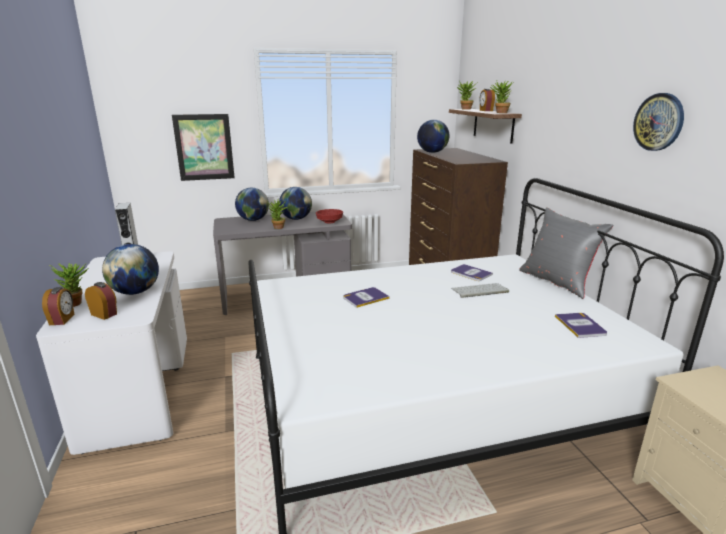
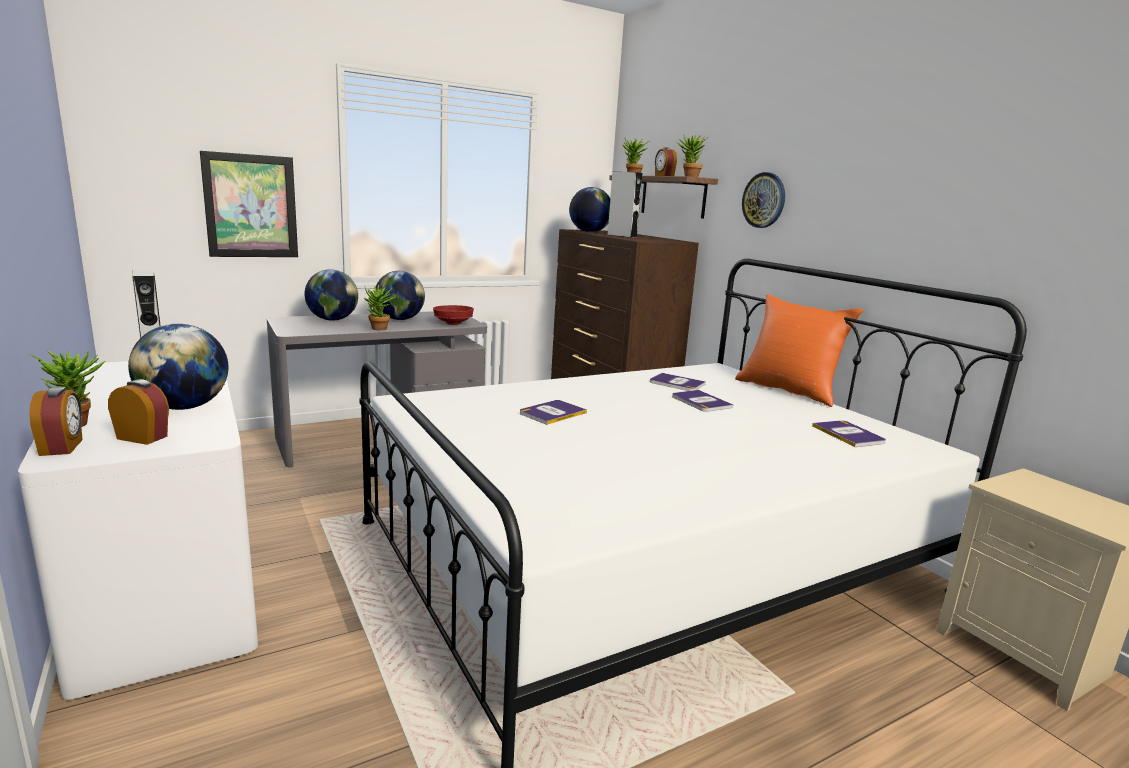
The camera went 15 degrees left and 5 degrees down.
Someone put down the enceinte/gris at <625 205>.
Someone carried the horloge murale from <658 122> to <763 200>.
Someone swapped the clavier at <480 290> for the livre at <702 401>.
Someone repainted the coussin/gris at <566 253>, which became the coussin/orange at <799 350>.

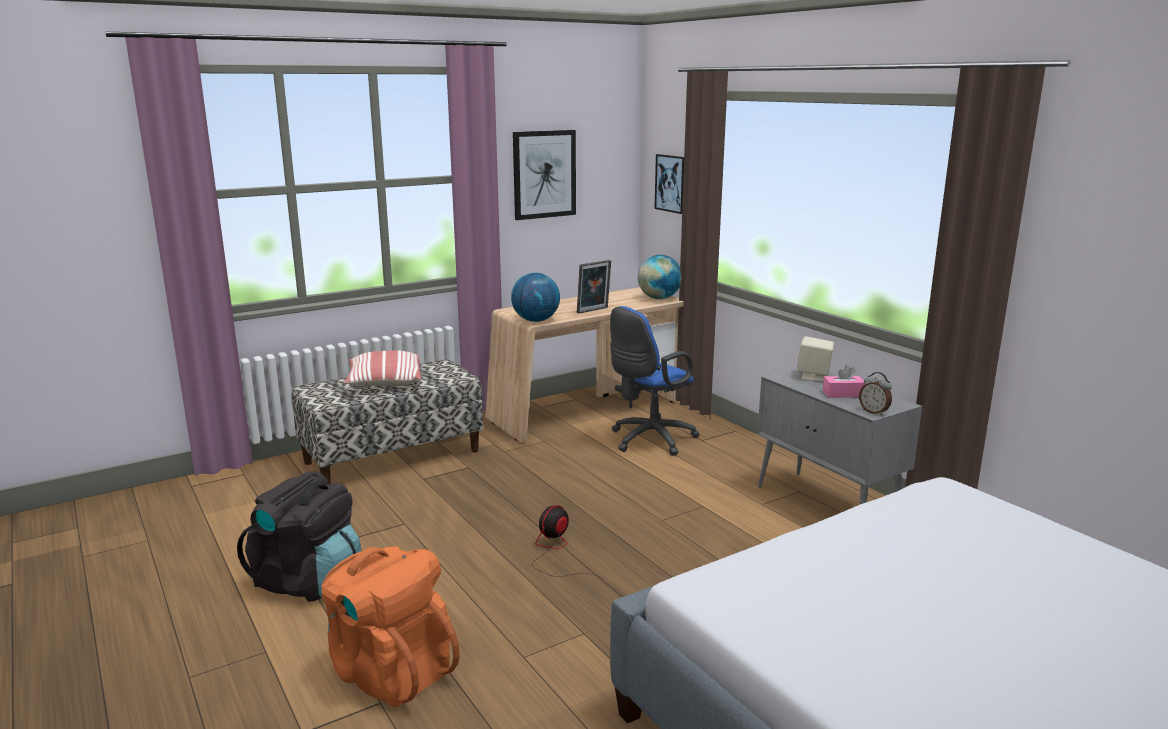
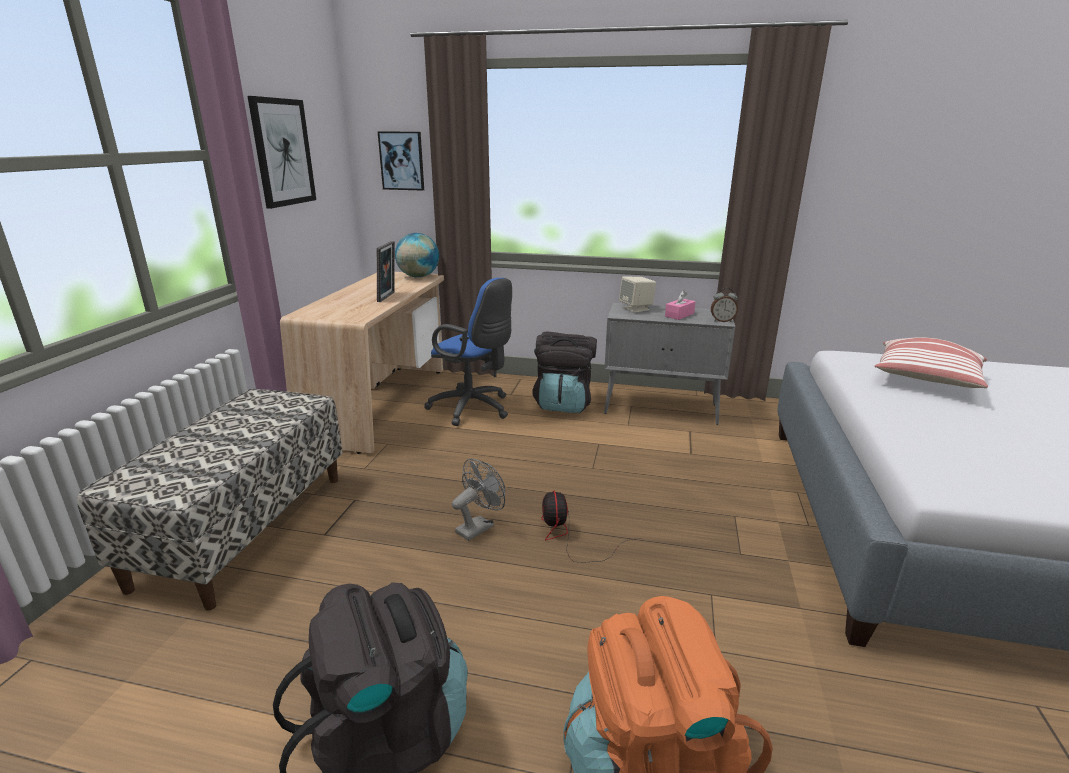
The camera went 45 degrees left and 5 degrees up.
Someone took away the globe at <535 297>.
Someone put down the ventilateur/gris at <478 500>.
Someone put down the sac à dos/noir at <565 372>.
Someone carried the coussin from <382 368> to <931 362>.
Someone rotated the chaise de bureau/bleu at <655 381> by 60 degrees counterclockwise.

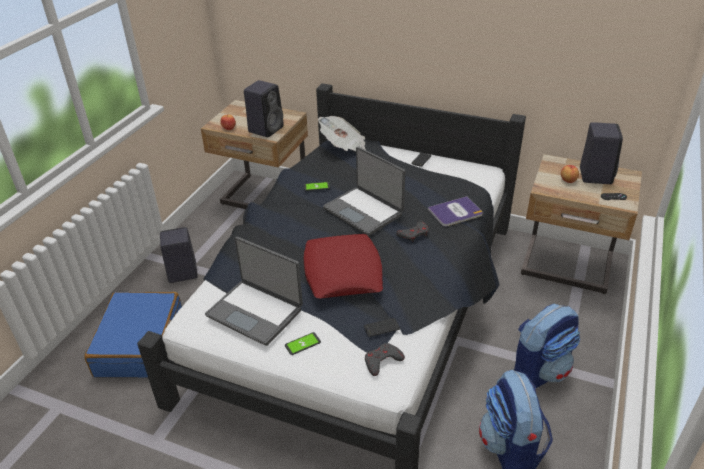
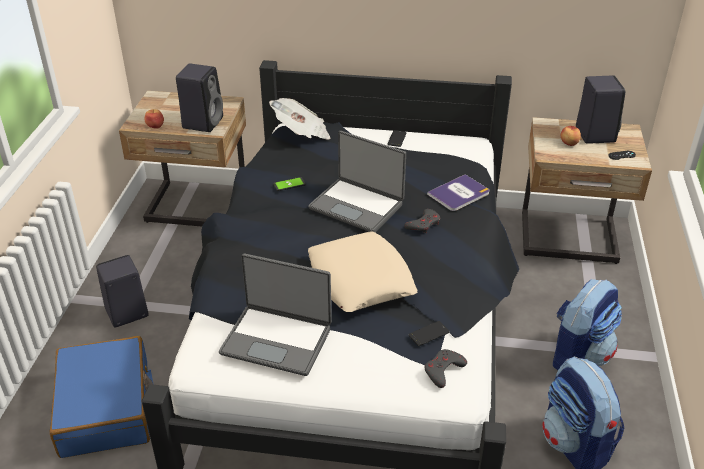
The camera went 15 degrees left and 0 degrees up.
Someone took away the téléphone at <303 343>.
Someone repainted the coussin/rouge at <343 266>, which became the coussin/beige at <362 271>.

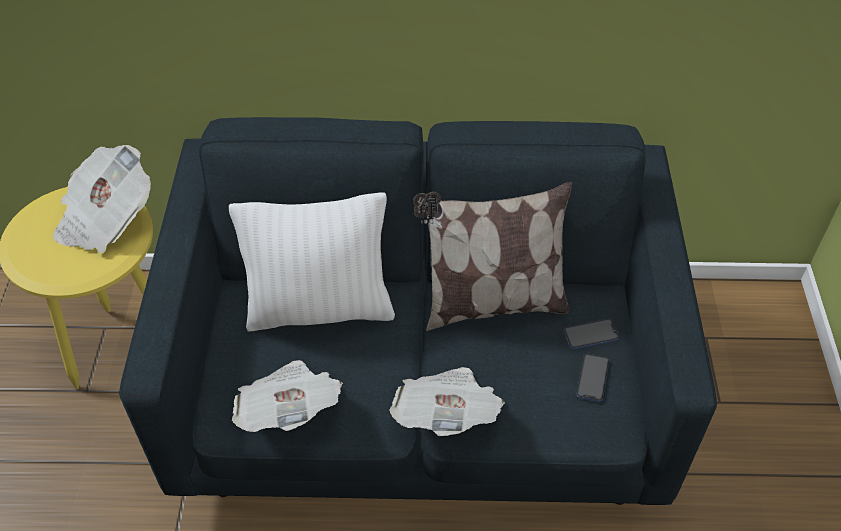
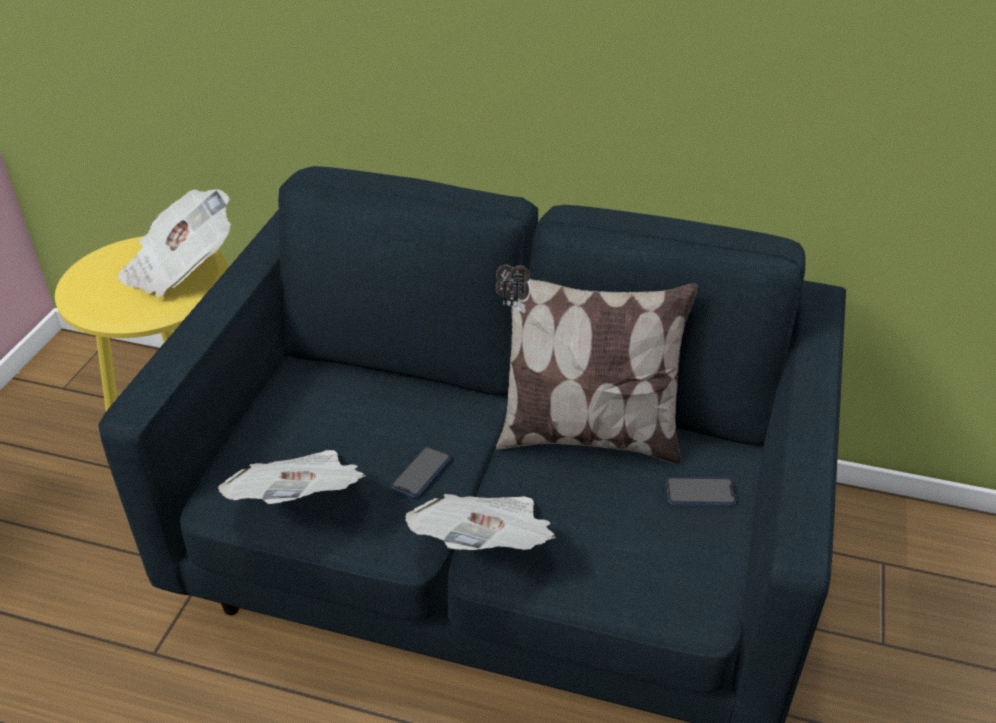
The camera went 15 degrees right and 10 degrees down.
Someone took away the coussin/blanc at <312 262>.
Someone carried the téléphone from <593 378> to <421 471>.

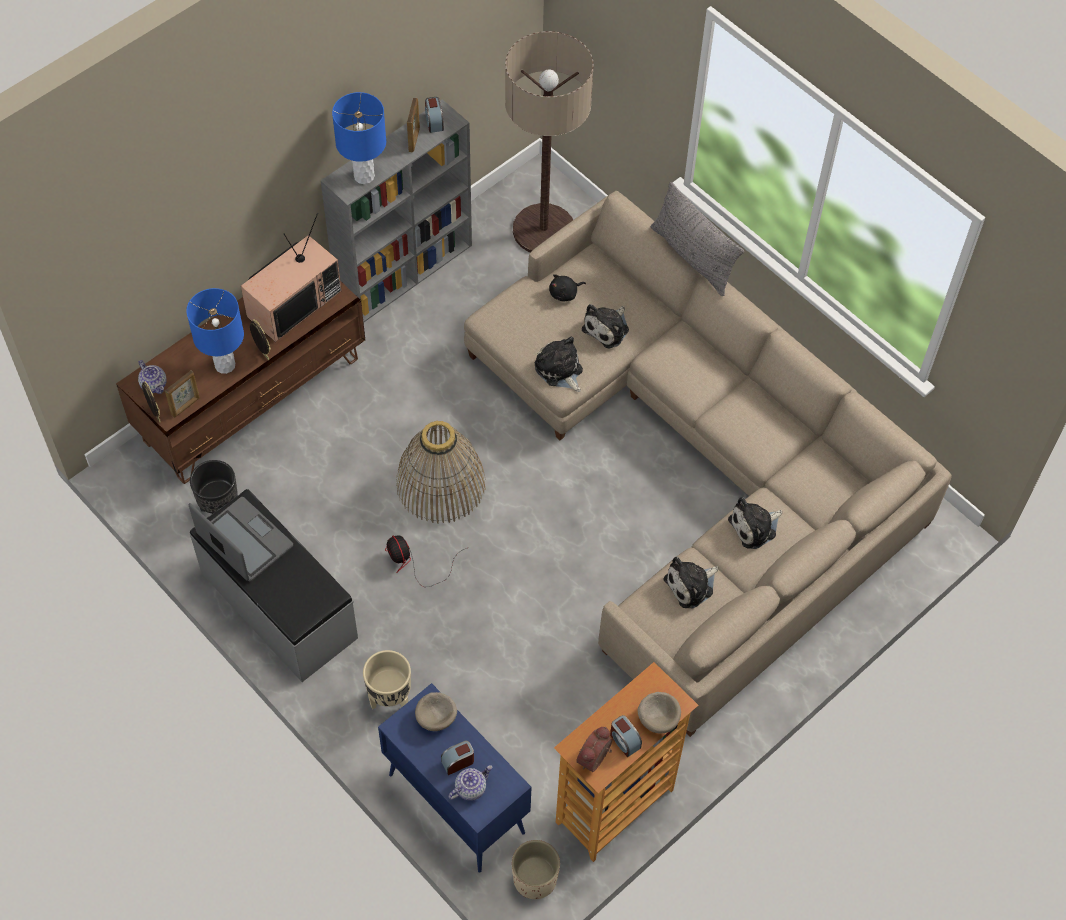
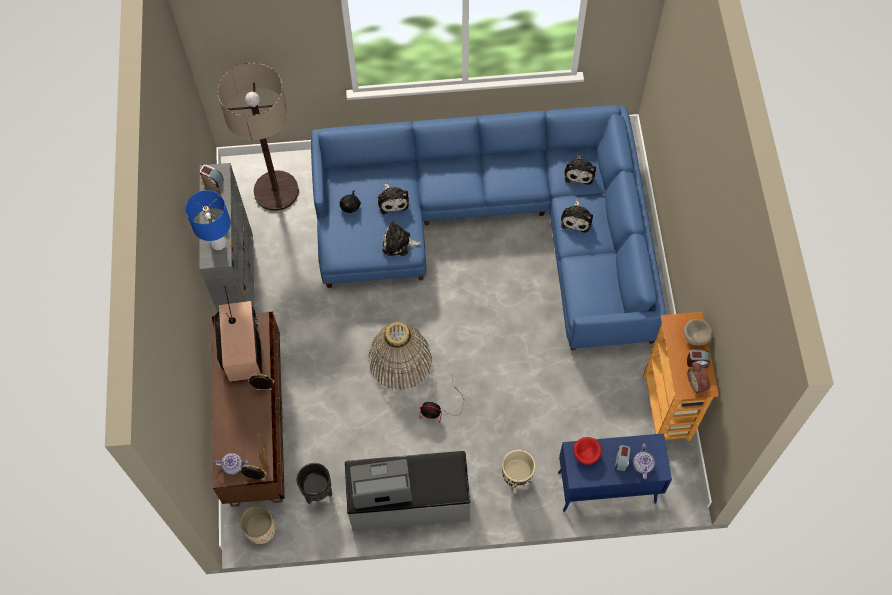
The camera went 50 degrees left and 5 degrees up.
Someone took away the lampe de table/bleu at <215 331>.
Someone took away the coussin/gris at <697 239>.
Someone carried the cache-pot/beige from <536 869> to <257 525>.
Someone carried the peluche from <691 582> to <580 169>.
Someone repainted the bol/beige at <436 711>, which became the bol/rouge at <587 451>.
Someone repainted the canapé/beige at <708 464>, which became the canapé/bleu at <488 227>.

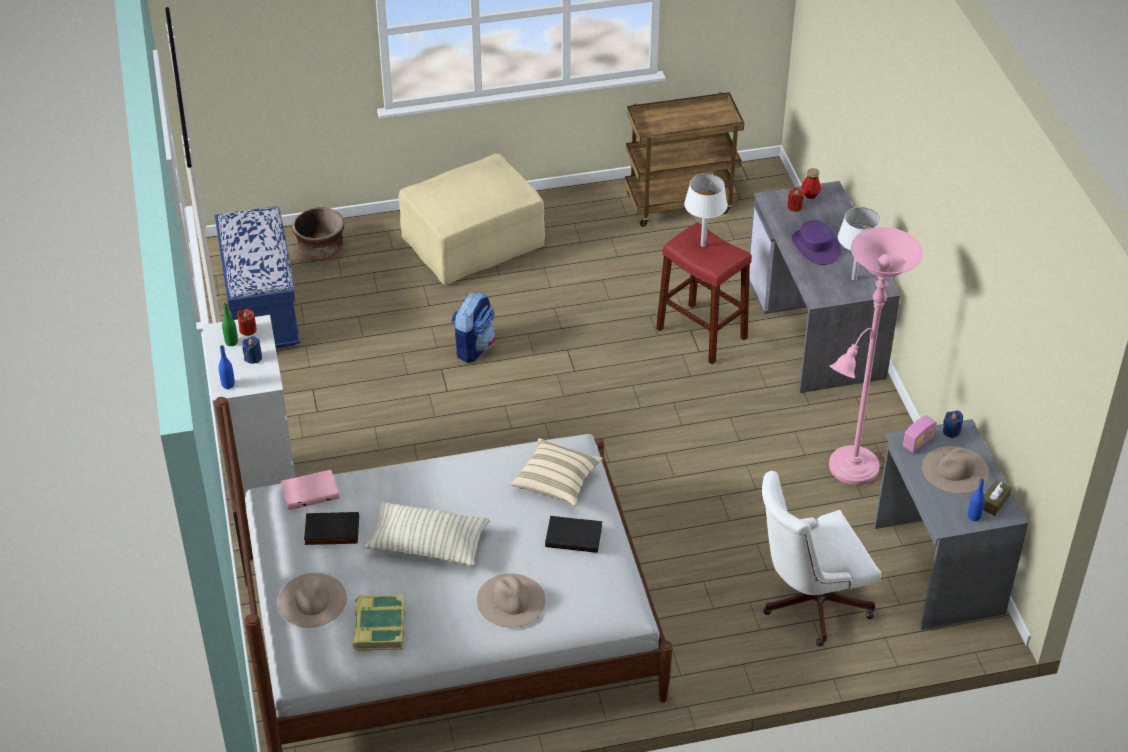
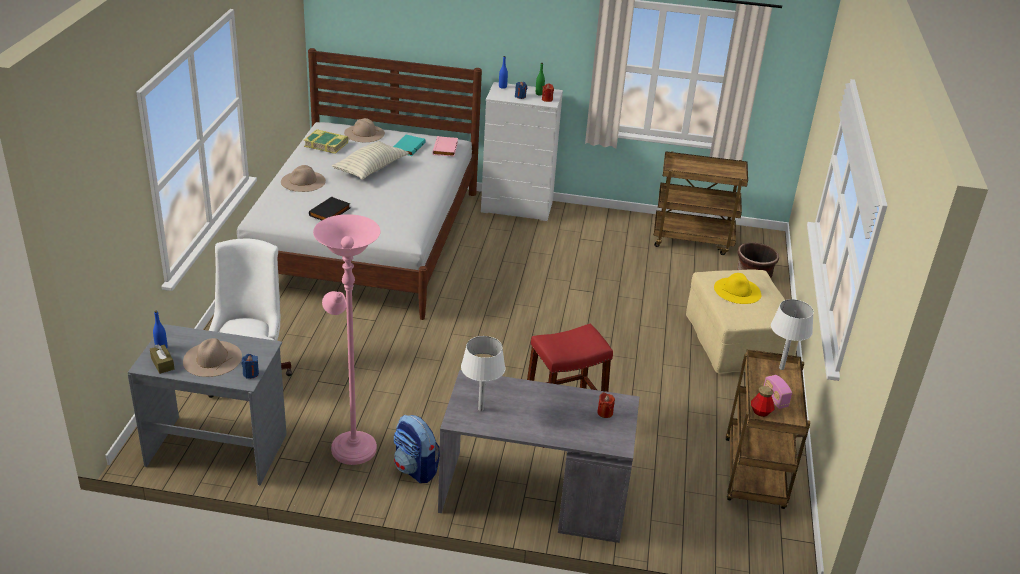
The camera went 110 degrees right and 10 degrees down.
Someone took away the coussin/beige at <557 472>.
Someone took away the chapeau/violet at <816 242>.
Someone put down the chapeau/jaune at <738 288>.
Someone carried the sac à dos from <473 327> to <417 449>.
Someone carried the lampe de table/blanc from <706 210> to <792 334>.
Someone carried the bouteille from <811 183> to <763 401>.
Someone carried the radio from <920 434> to <778 392>.
Someone swapped the banc/bleu at <258 277> for the chariot/marron at <700 203>.
Someone repainted the livre/noir at <331 528>, which became the livre/turquoise at <409 145>.

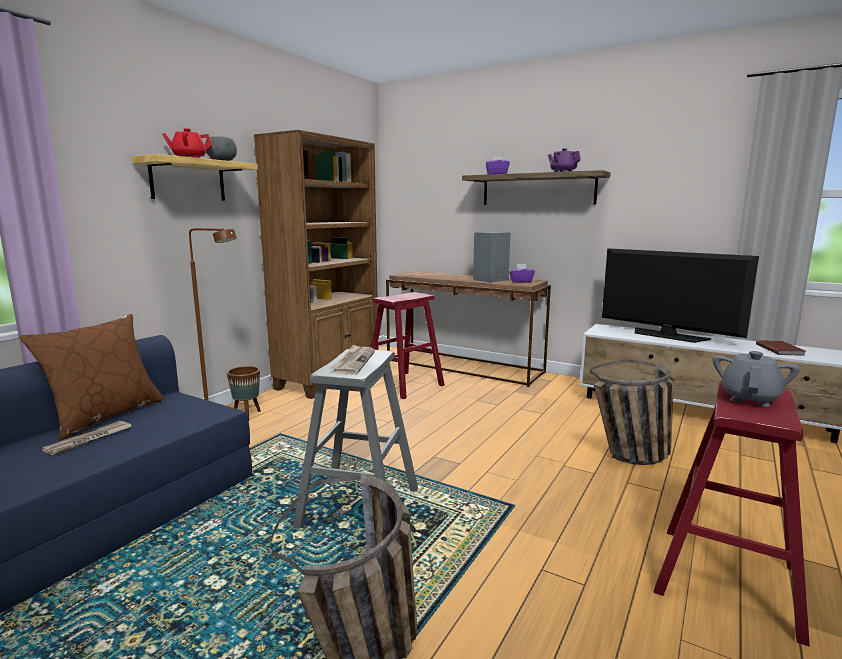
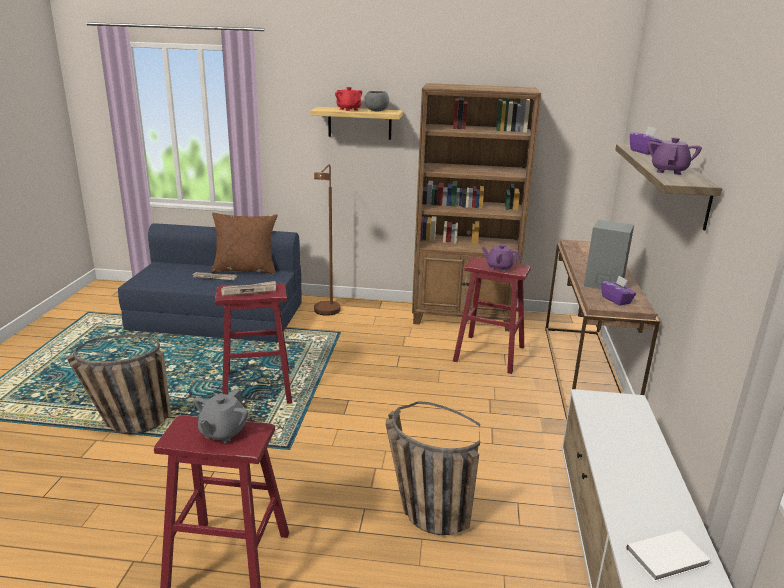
The camera went 65 degrees right and 10 degrees up.
Someone took away the cache-pot/marron at <244 393>.
Someone took away the téléviseur at <680 295>.
Someone put down the théière/violet at <501 257>.
Someone repainted the tabouret/gris at <355 439>, which became the tabouret/rouge at <253 343>.
Someone repainted the livre/marron at <781 348>, which became the livre/blanc at <668 556>.
Someone rotated the théière/gris at <756 379> by 105 degrees clockwise.

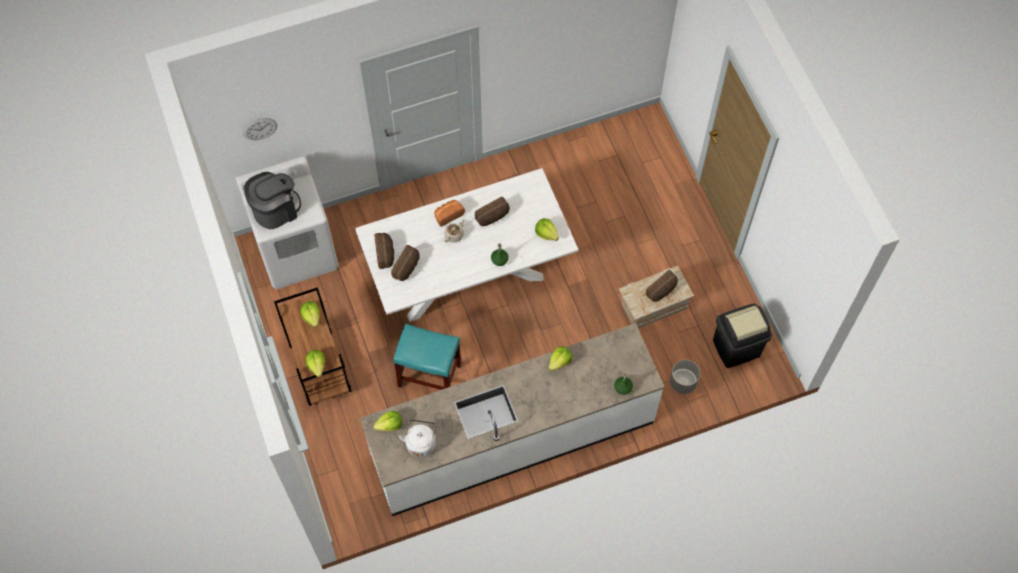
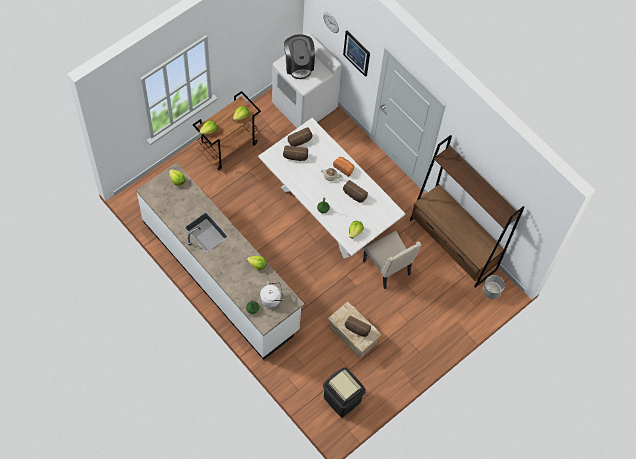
The camera went 65 degrees right and 0 degrees up.
Someone took away the tabouret/turquoise at <427 357>.
Someone put up the tableau at <356 54>.
Someone put down the chaise/beige at <392 260>.
Someone put down the bibliothèque/marron at <467 211>.
Someone carried the bouilloire/blanc from <417 438> to <272 294>.
Someone carried the cache-pot/gris from <685 377> to <493 287>.
Someone rotated the machine à café at <272 200> by 45 degrees clockwise.

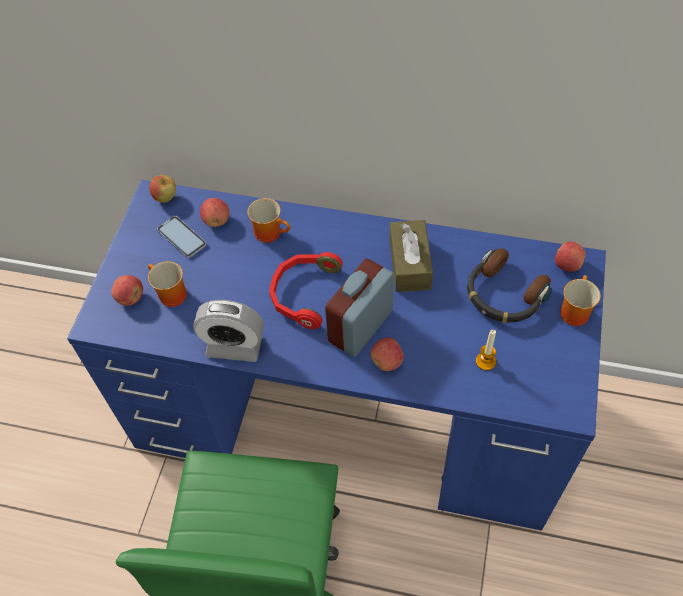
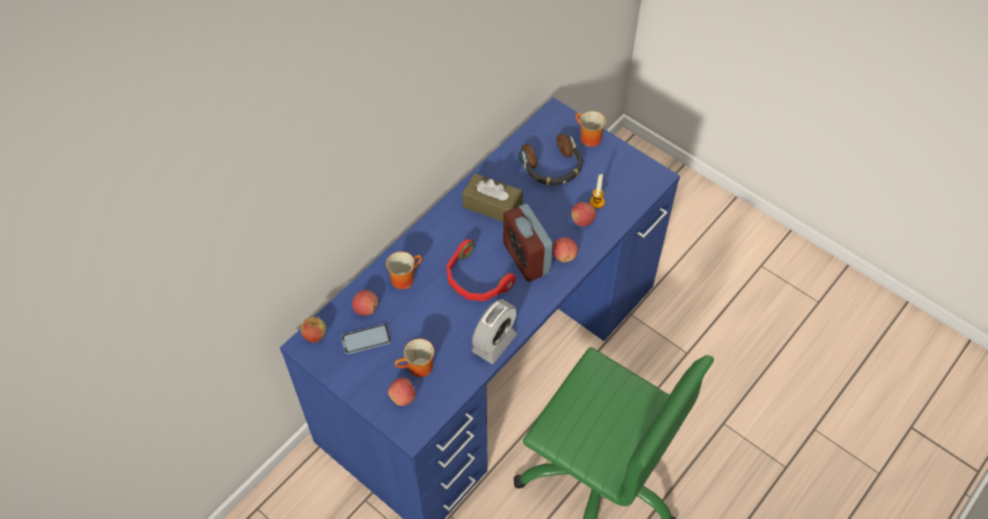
The camera went 65 degrees left and 0 degrees up.
Someone carried the pomme from <570 257> to <583 214>.

